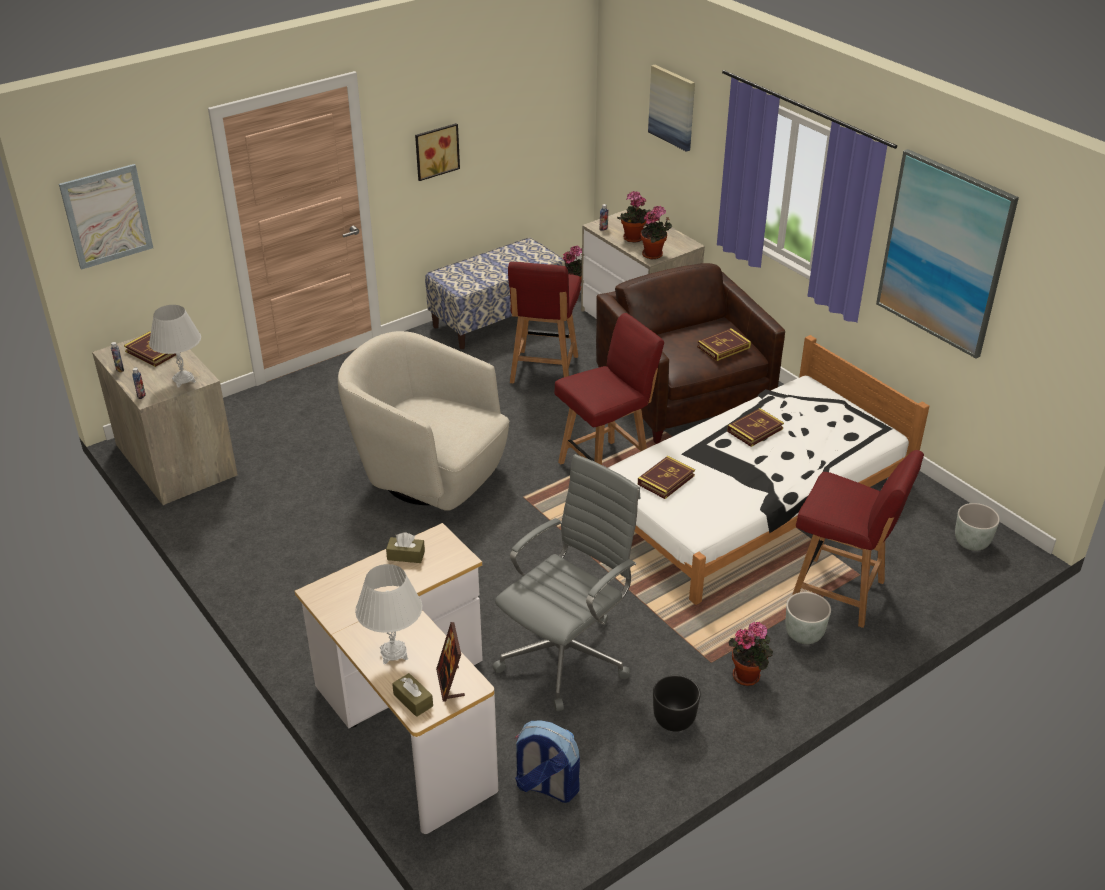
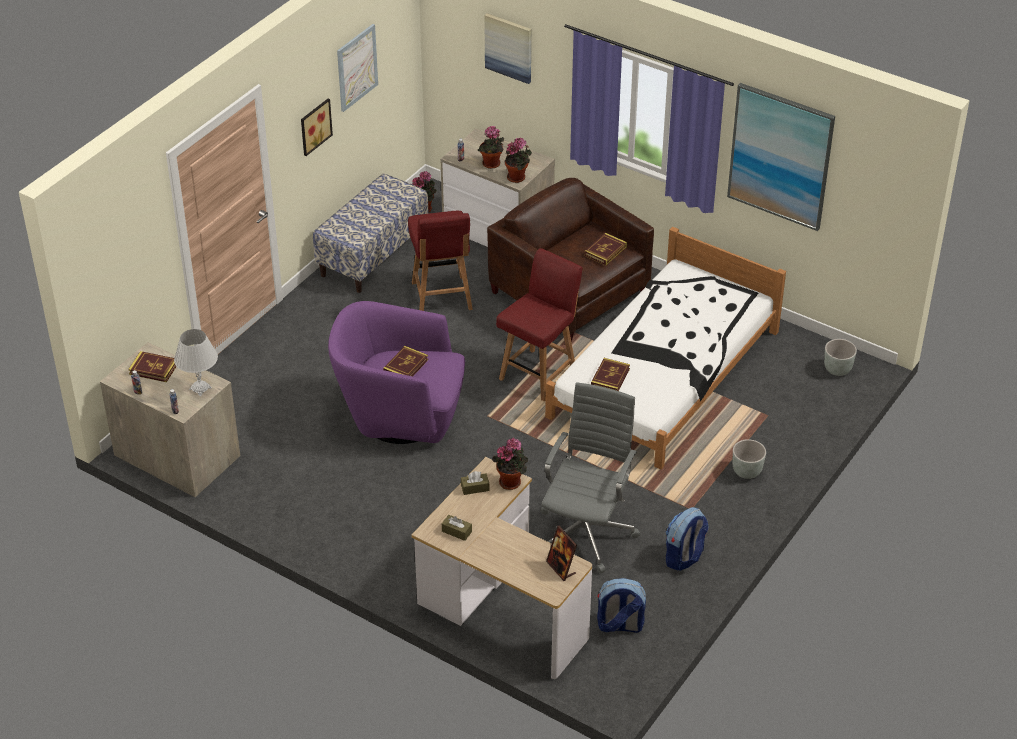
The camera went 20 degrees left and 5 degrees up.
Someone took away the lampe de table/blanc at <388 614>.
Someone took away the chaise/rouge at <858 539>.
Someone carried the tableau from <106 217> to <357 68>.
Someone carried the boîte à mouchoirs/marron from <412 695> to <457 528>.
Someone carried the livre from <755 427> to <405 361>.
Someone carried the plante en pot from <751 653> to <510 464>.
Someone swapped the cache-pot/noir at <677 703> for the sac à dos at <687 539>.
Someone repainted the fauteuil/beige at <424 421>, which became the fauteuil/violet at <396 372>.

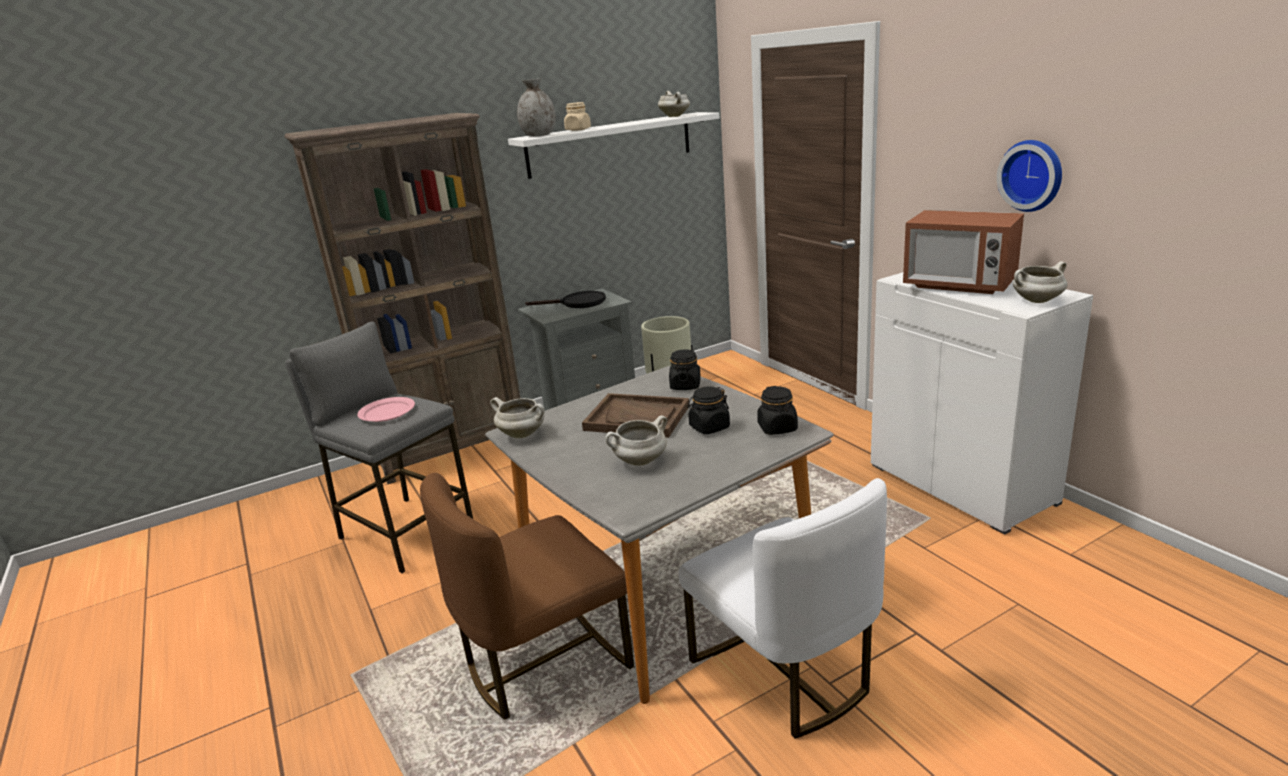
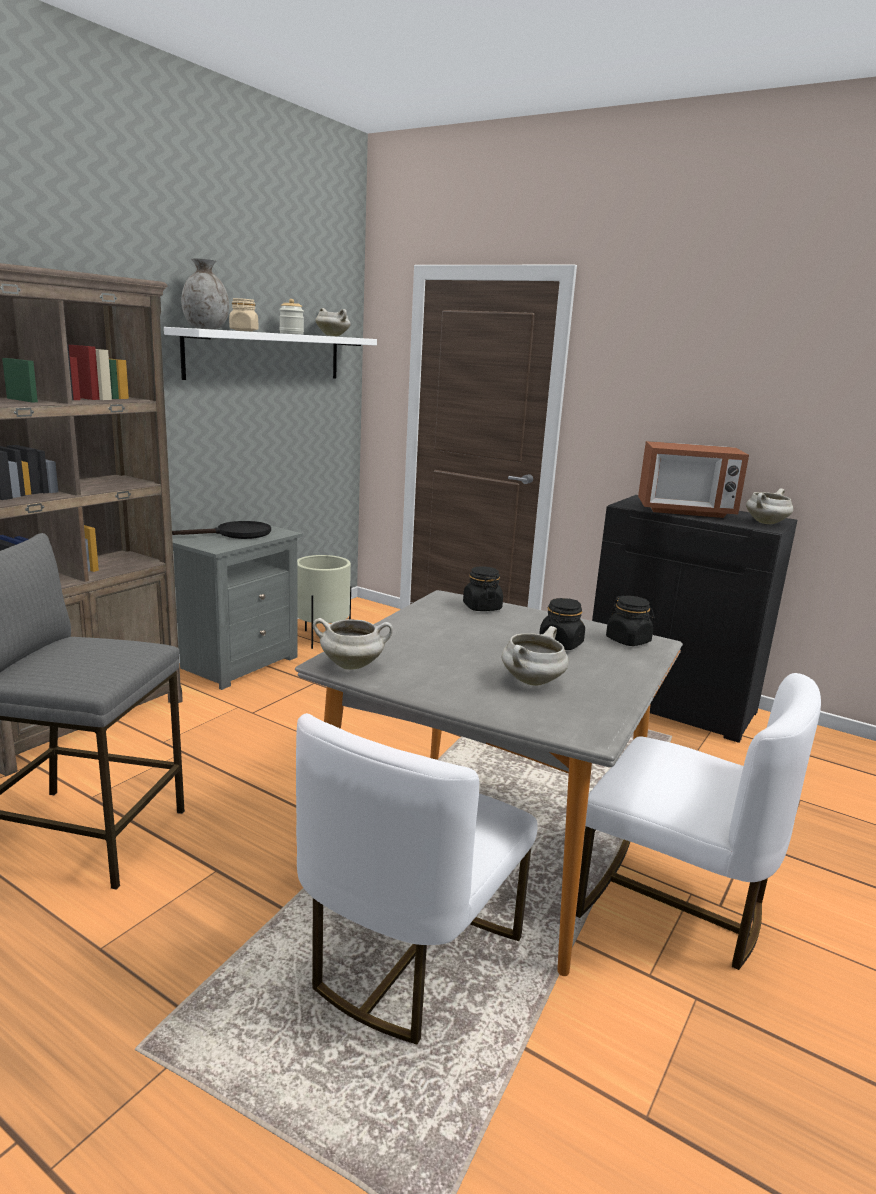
The camera went 30 degrees left and 5 degrees down.
Someone took away the assiette/rose at <386 409>.
Someone took away the plateau/marron at <635 415>.
Someone took away the horloge murale at <1029 176>.
Someone put down the bocal at <291 316>.
Someone repainted the chaise/marron at <527 596>, which became the chaise/blanc at <417 878>.
Someone repainted the meuble de rangement/blanc at <982 403>, which became the meuble de rangement/noir at <694 619>.

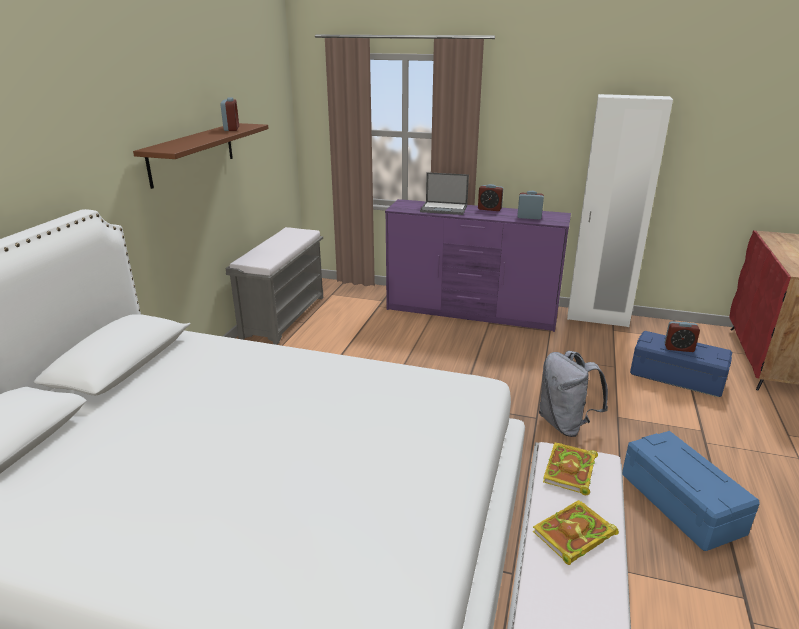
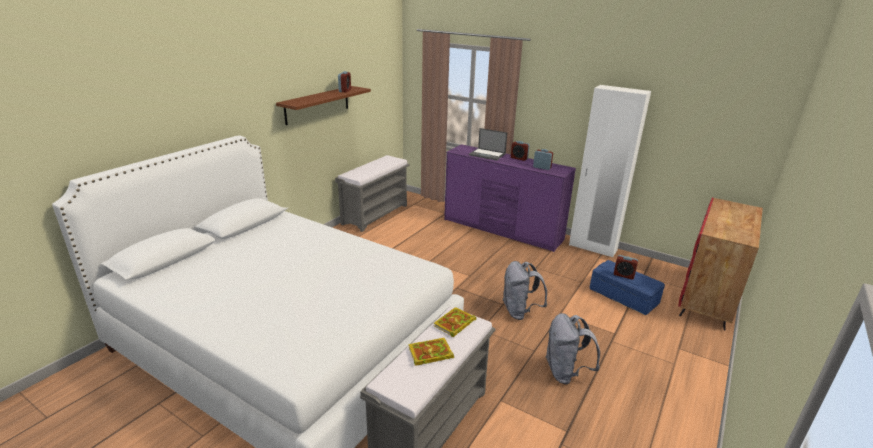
The camera went 15 degrees right and 0 degrees up.
Someone swapped the boîte de rangement/bleu at <691 491> for the sac à dos/gris at <572 348>.

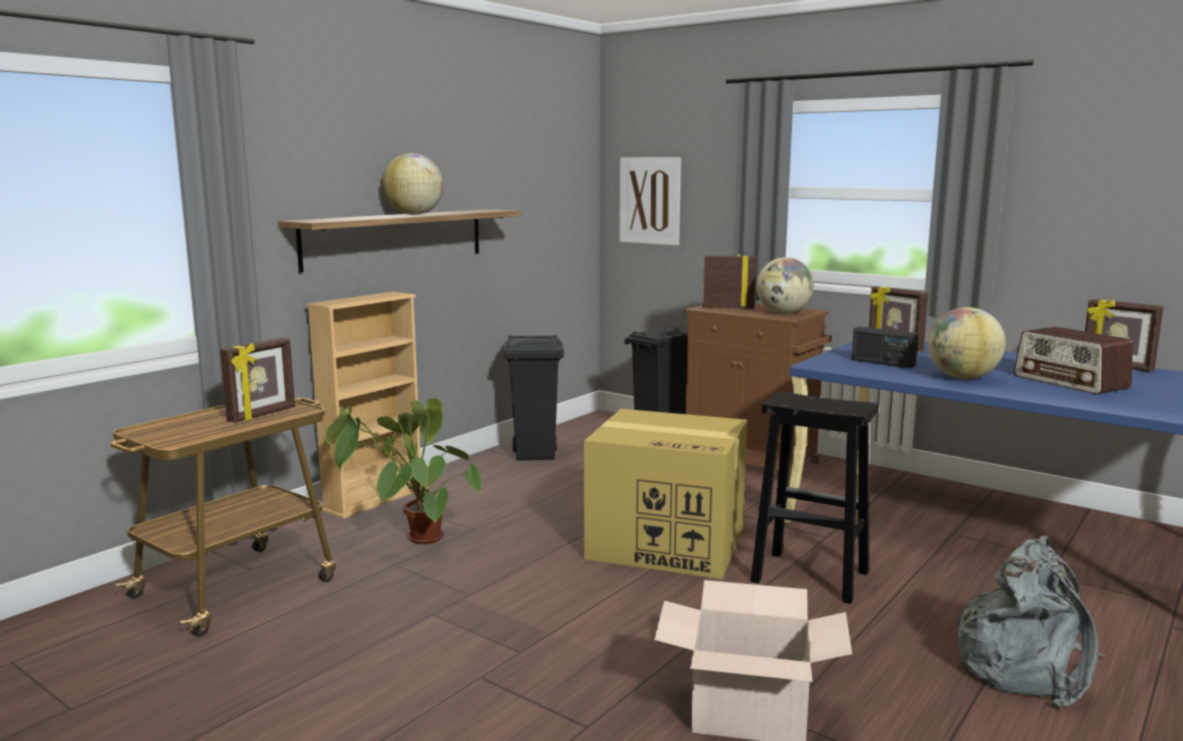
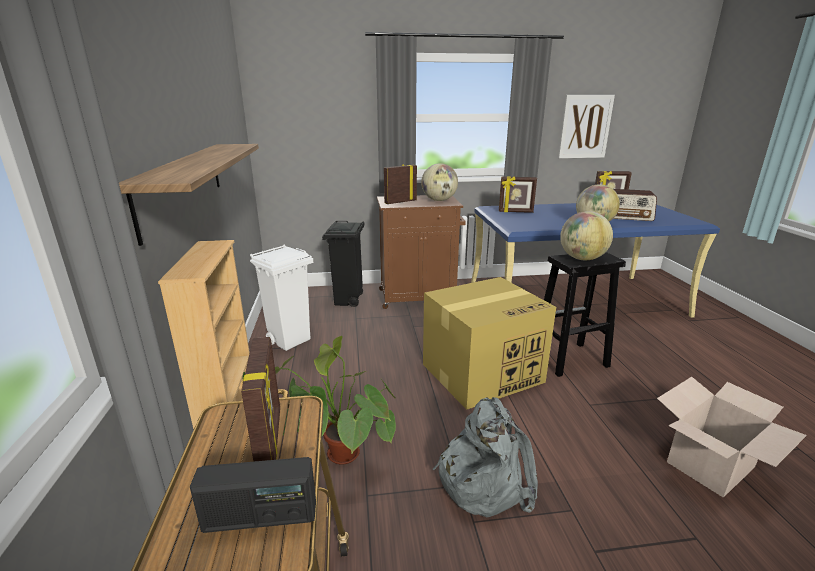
The camera went 45 degrees left and 10 degrees up.
Someone carried the globe from <412 184> to <586 235>.
Someone carried the tableau from <650 201> to <586 126>.
Someone carried the radio from <885 347> to <253 495>.
Someone carried the sac à dos/gris from <1030 622> to <485 457>.
Someone repainted the poubelle/noir at <534 398>, which became the poubelle/blanc at <281 298>.

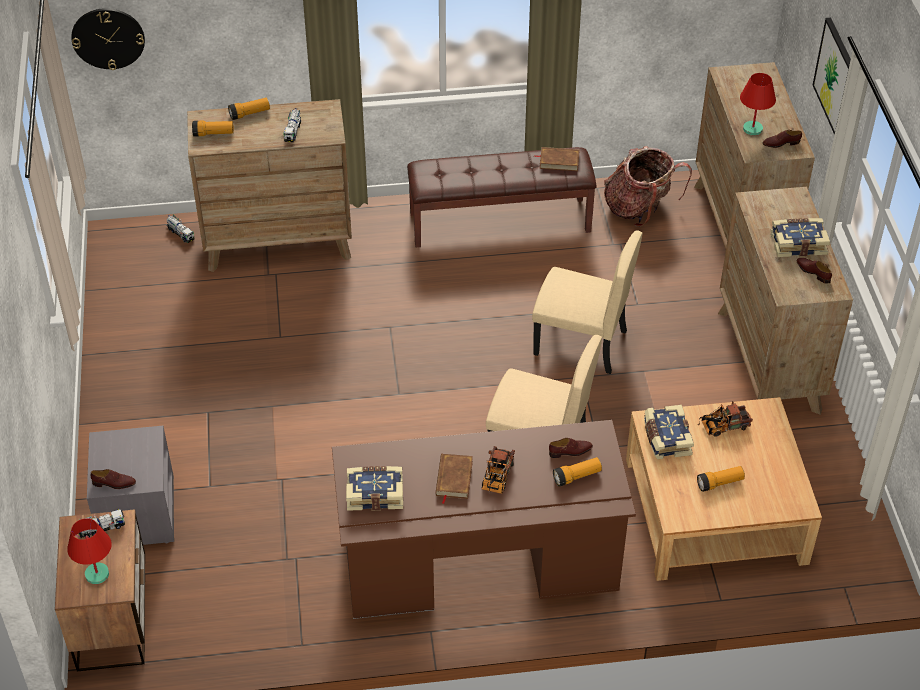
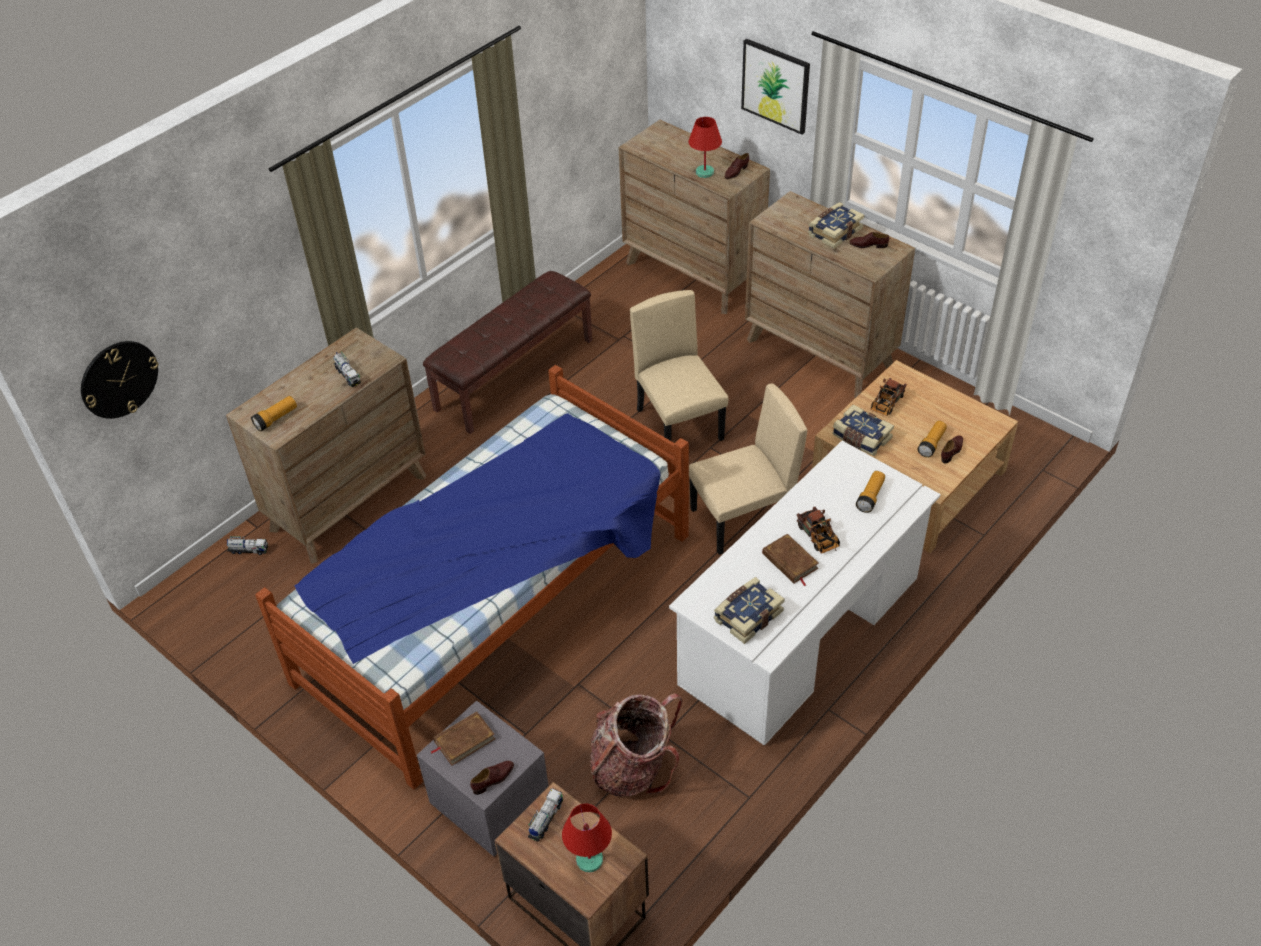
The camera went 40 degrees left and 0 degrees up.
Someone took away the lampe de poche at <249 108>.
Someone put down the lit at <472 577>.
Someone carried the livre/marron from <557 159> to <463 738>.
Someone carried the chaussure/marron from <571 448> to <952 449>.
Someone carried the sac à dos from <648 186> to <636 744>.
Someone repainted the bureau/marron at <484 519>, which became the bureau/blanc at <805 593>.
Someone rotated the chaise/beige at <587 302> by 90 degrees counterclockwise.

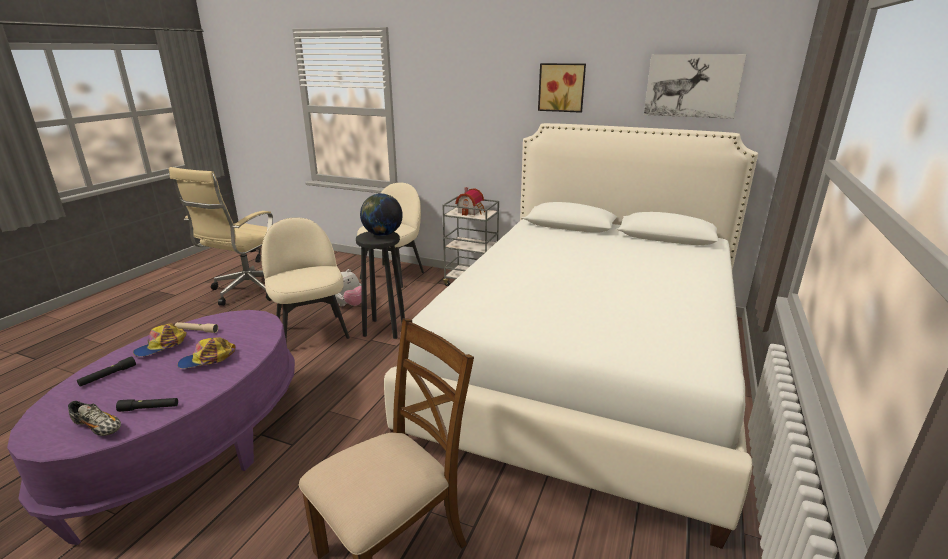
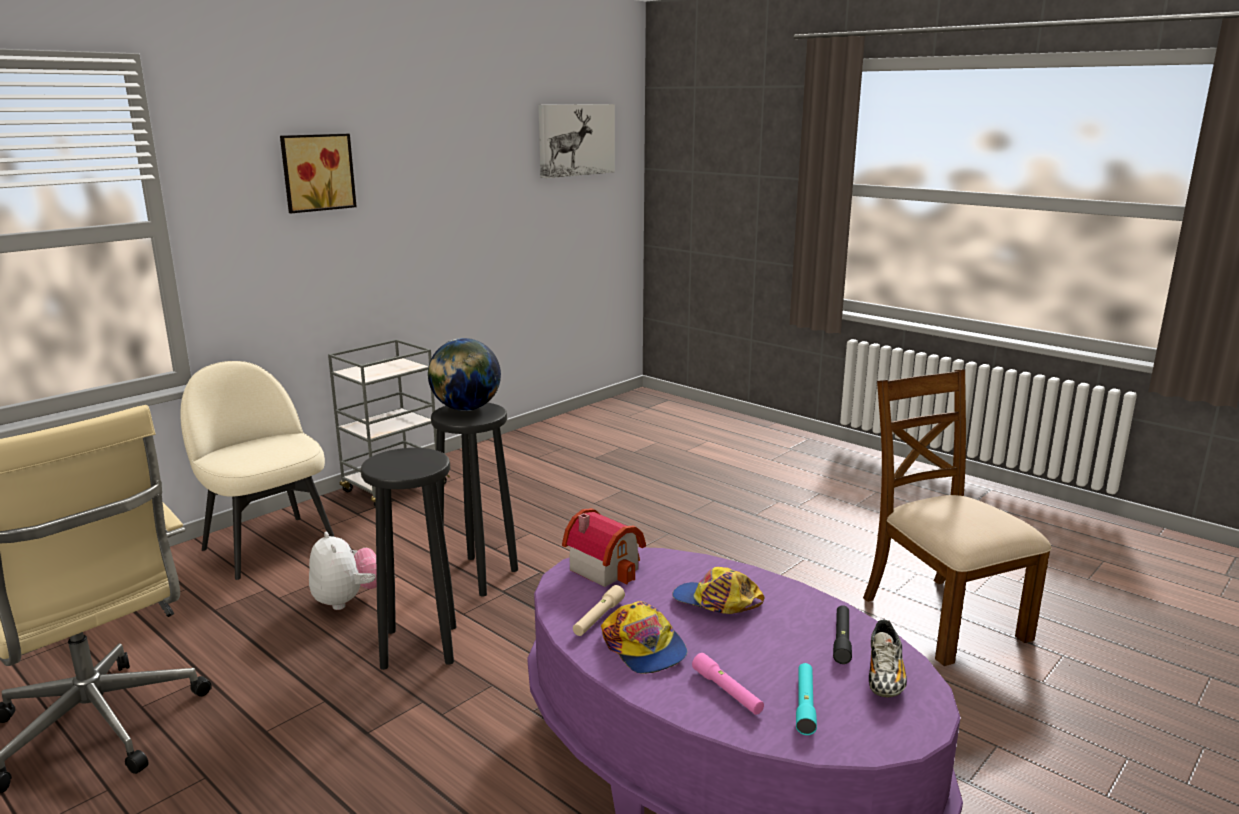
The camera went 70 degrees left and 5 degrees down.
Someone took away the lit/blanc at <571 336>.
Someone put down the lampe de poche/turquoise at <806 699>.
Someone carried the maison miniature from <470 201> to <604 547>.
Someone carried the tableau from <562 88> to <318 173>.
Someone swapped the chaise/beige at <305 279> for the tabouret/noir at <408 559>.
Someone repainted the lampe de poche/noir at <106 371>, which became the lampe de poche/rose at <728 684>.
Someone rotated the chaussure at <94 418> by 150 degrees clockwise.
Someone rotated the casquette at <206 353> by 120 degrees clockwise.

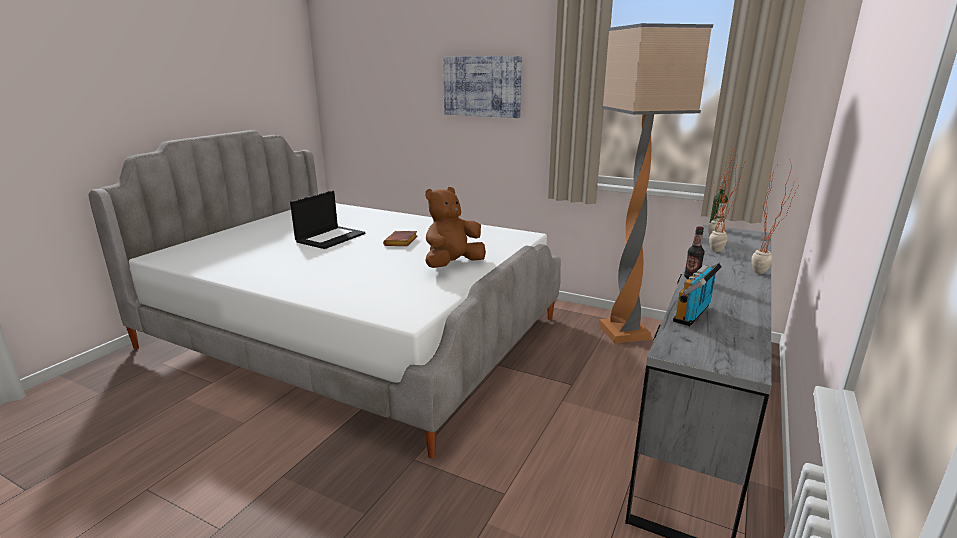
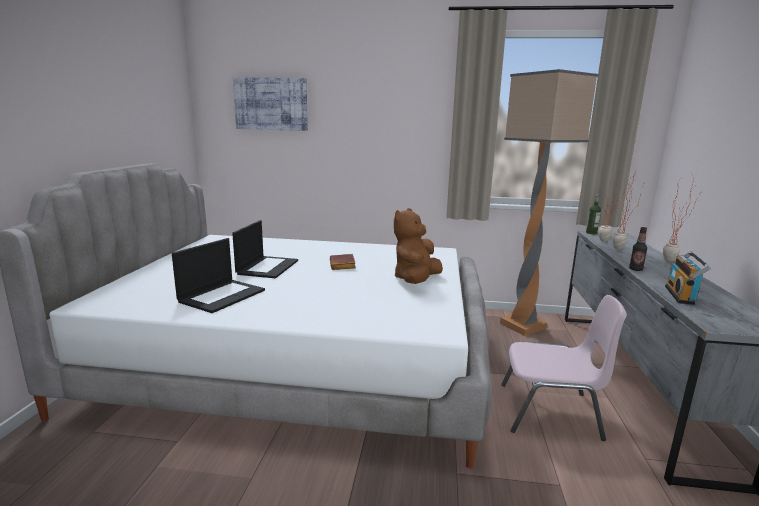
The camera went 20 degrees left and 5 degrees down.
Someone put down the ordinateur portable at <218 275>.
Someone put down the chaise/rose at <564 368>.
Someone carried the tableau from <482 87> to <270 104>.

